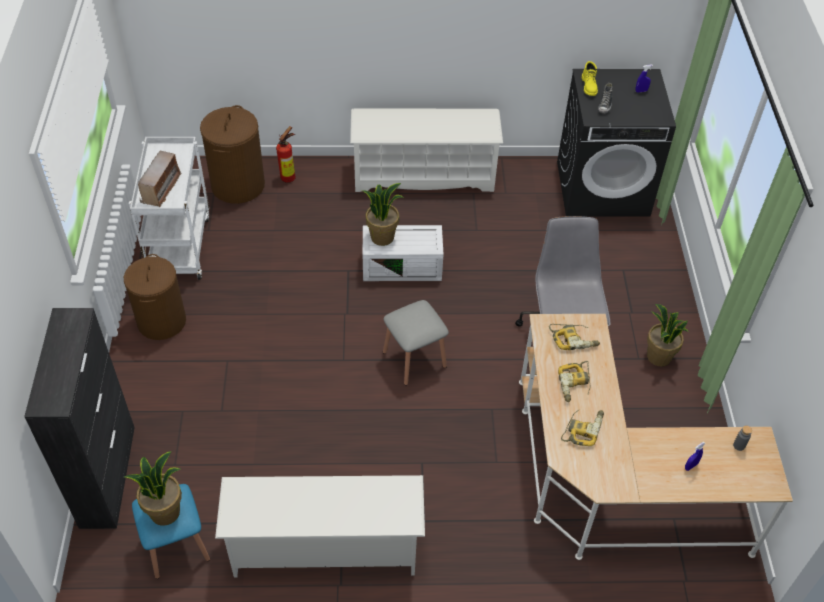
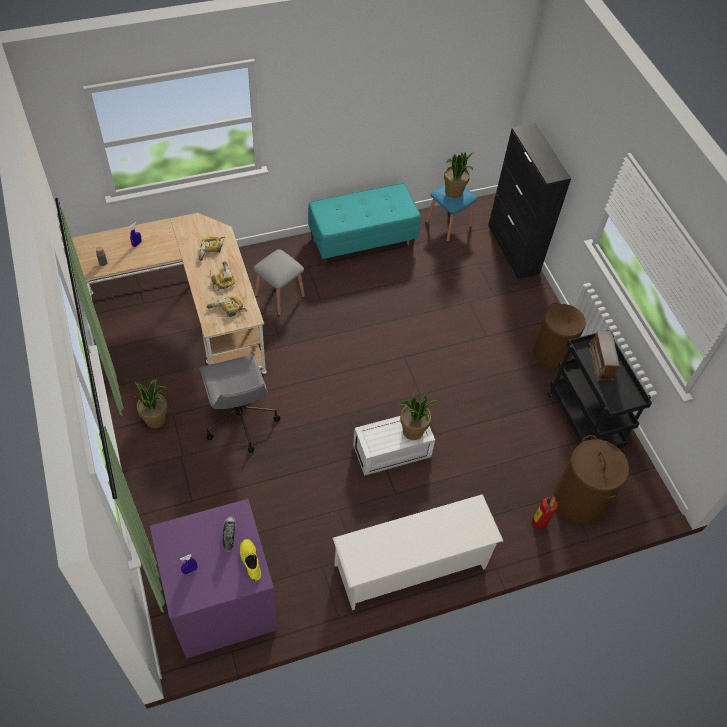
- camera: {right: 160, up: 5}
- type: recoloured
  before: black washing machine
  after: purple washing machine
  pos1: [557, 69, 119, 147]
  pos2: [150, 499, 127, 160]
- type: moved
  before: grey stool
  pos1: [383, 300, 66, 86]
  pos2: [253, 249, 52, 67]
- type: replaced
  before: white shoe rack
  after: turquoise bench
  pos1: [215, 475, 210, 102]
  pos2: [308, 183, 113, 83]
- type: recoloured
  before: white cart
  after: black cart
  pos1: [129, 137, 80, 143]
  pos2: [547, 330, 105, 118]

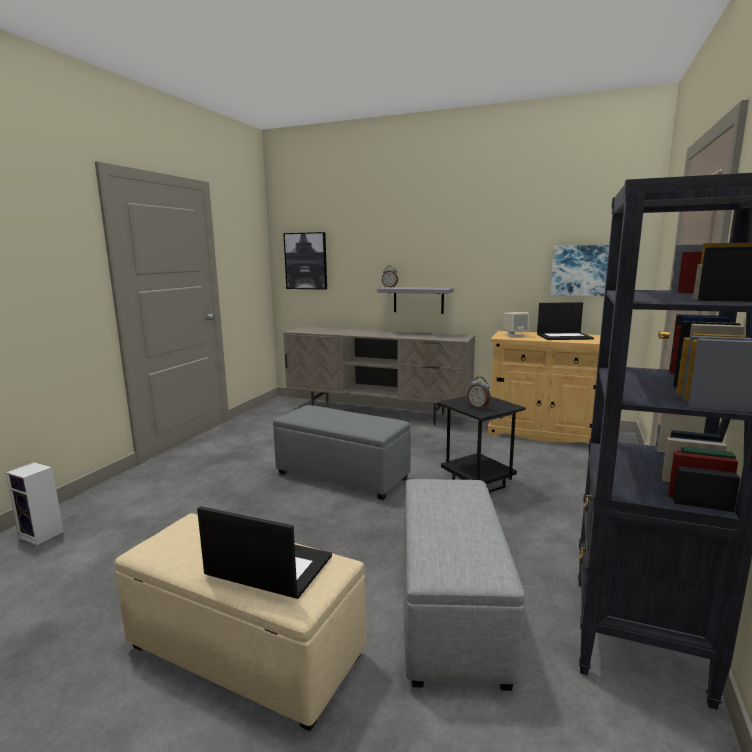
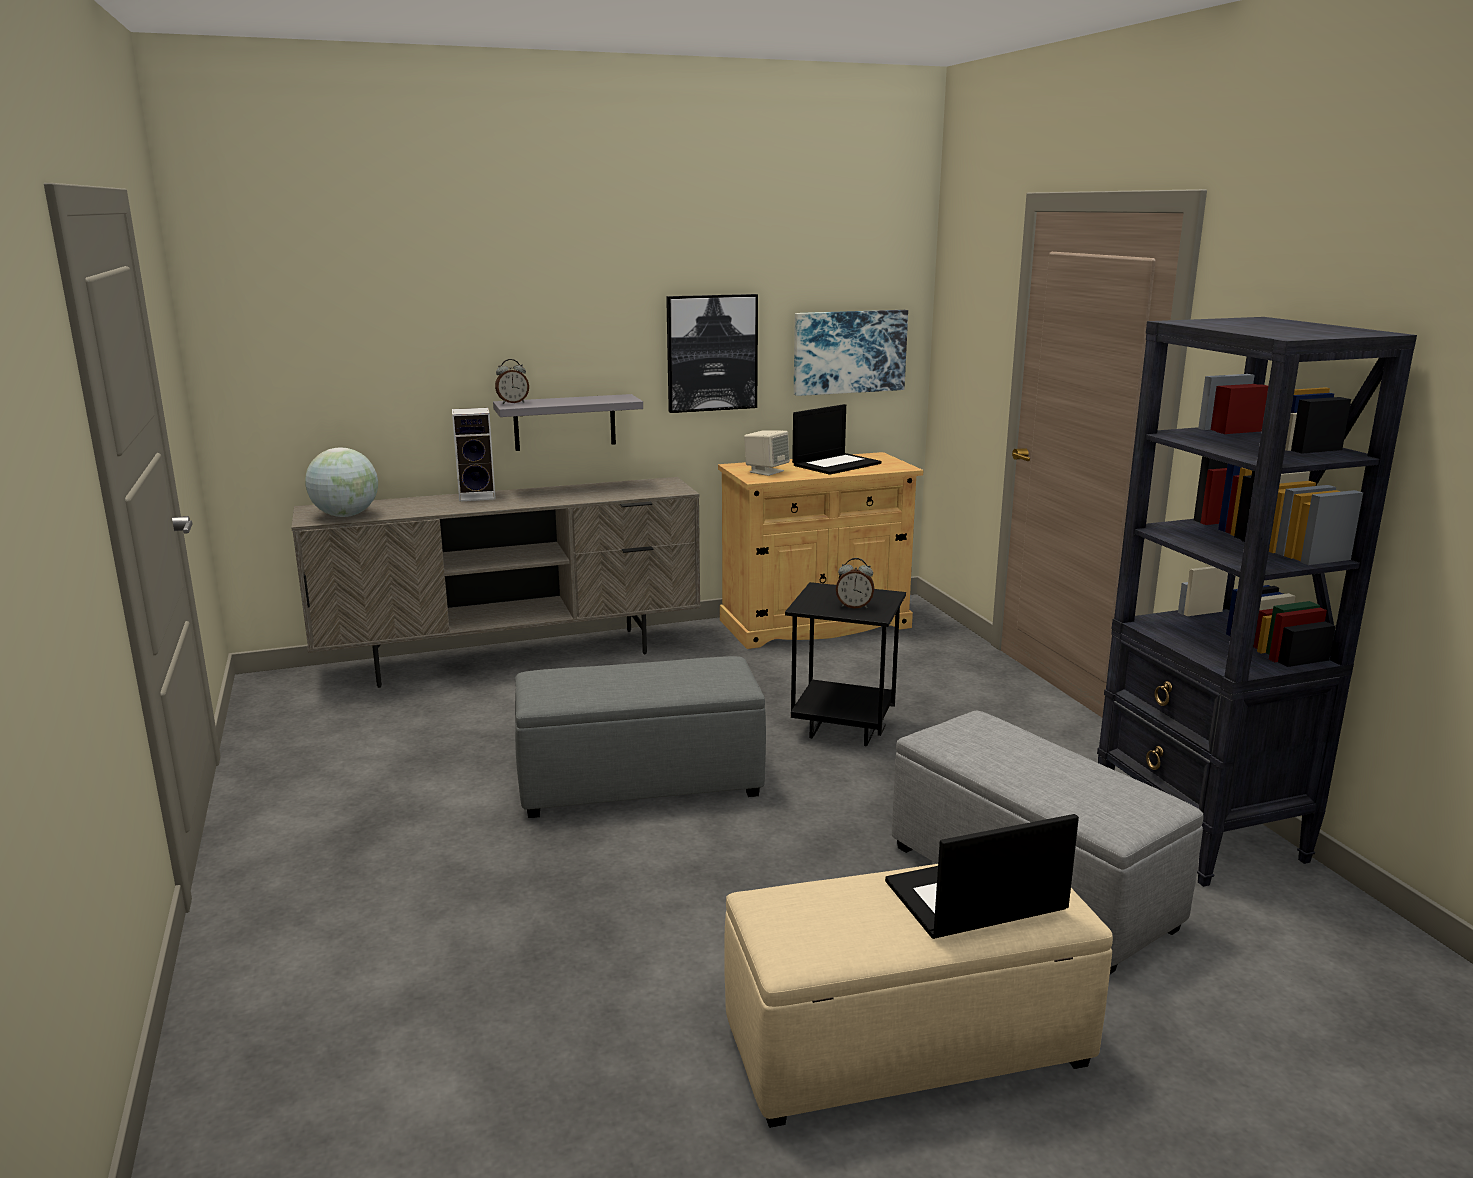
- camera: {right: -40, up: 5}
- type: added
  after: globe
  pos2: [305, 448, 73, 69]
- type: moved
  before: speaker
  pos1: [5, 462, 59, 83]
  pos2: [452, 408, 44, 94]
- type: moved
  before: picture
  pos1: [283, 232, 44, 58]
  pos2: [666, 294, 92, 119]

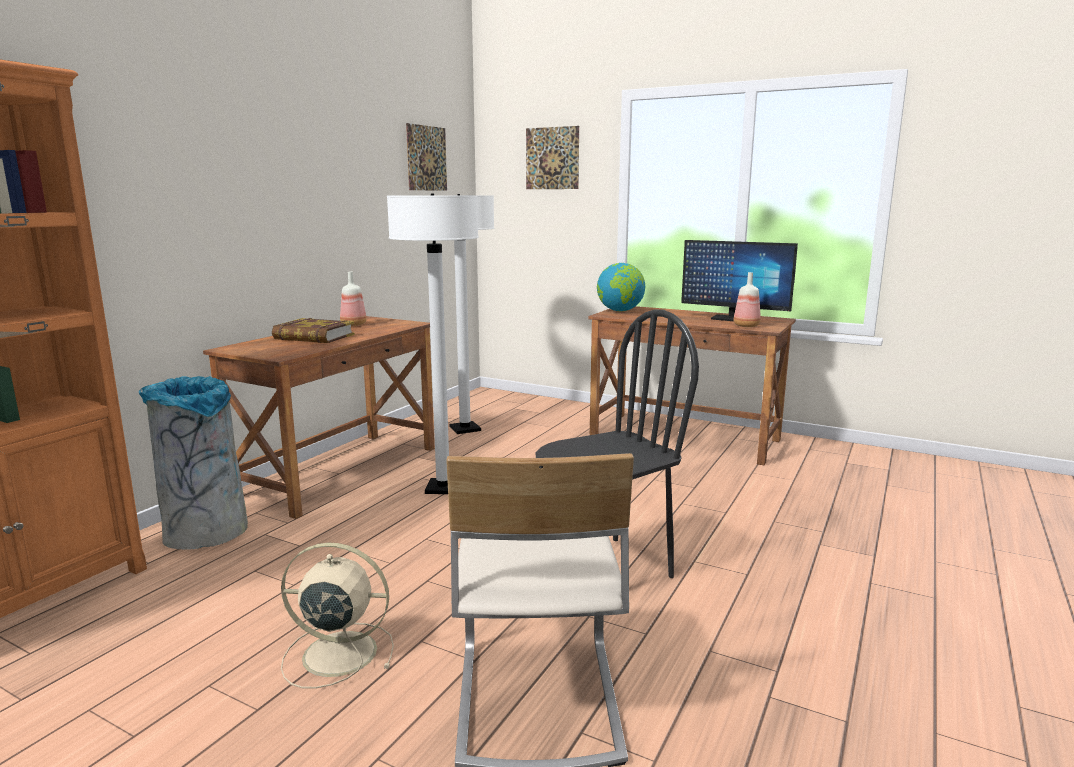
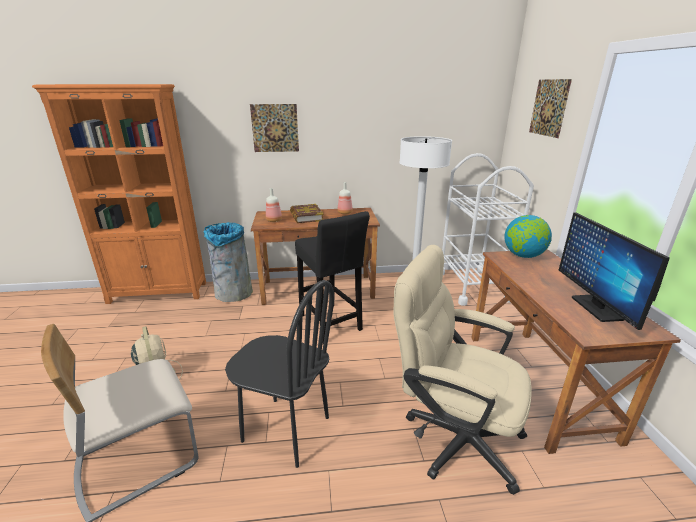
- camera: {right: 55, up: 10}
- type: moved
  before: picture
  pos1: [406, 123, 41, 68]
  pos2: [250, 104, 49, 48]
- type: moved
  before: bottle
  pos1: [734, 272, 27, 55]
  pos2: [266, 188, 16, 34]
- type: replaced
  before: white floor lamp
  after: black stool
  pos1: [387, 194, 92, 300]
  pos2: [295, 211, 75, 132]
- type: added
  after: beige office chair
  pos2: [394, 245, 138, 250]
- type: added
  after: white cart
  pos2: [442, 153, 92, 153]

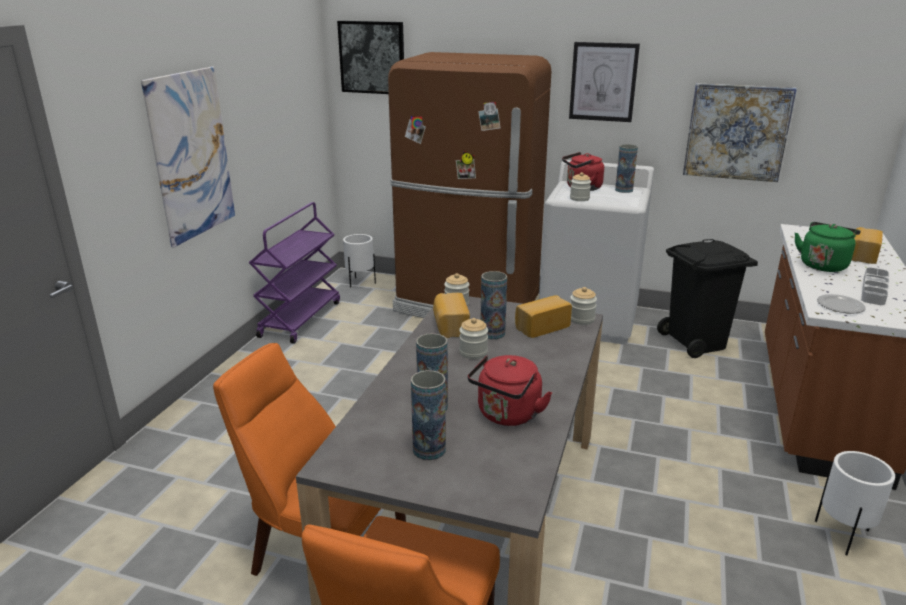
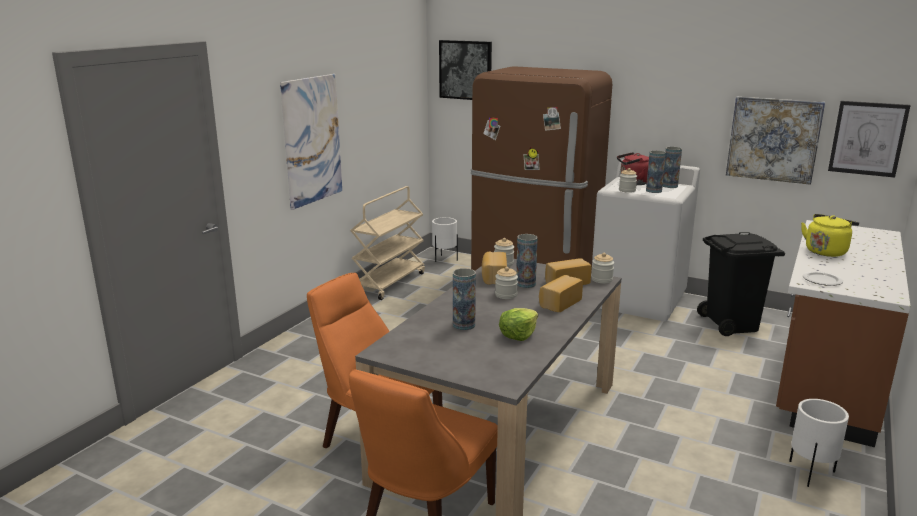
- camera: {right: 10, up: -5}
- type: recoloured
  before: purple cart
  after: beige cart
  pos1: [249, 202, 91, 142]
  pos2: [350, 186, 75, 114]
- type: replaced
  before: red kettle
  after: lettuce
  pos1: [467, 355, 85, 71]
  pos2: [499, 308, 39, 33]
- type: moved
  before: bread
  pos1: [852, 227, 31, 37]
  pos2: [539, 275, 44, 37]
- type: moved
  before: vase
  pos1: [411, 370, 35, 90]
  pos2: [646, 150, 20, 43]
- type: recoloured
  before: green kettle
  after: yellow kettle
  pos1: [795, 222, 66, 50]
  pos2: [801, 214, 58, 43]
- type: moved
  before: picture
  pos1: [569, 42, 71, 80]
  pos2: [828, 101, 83, 77]
- type: removed
  before: grey tray
  pos1: [861, 268, 28, 37]

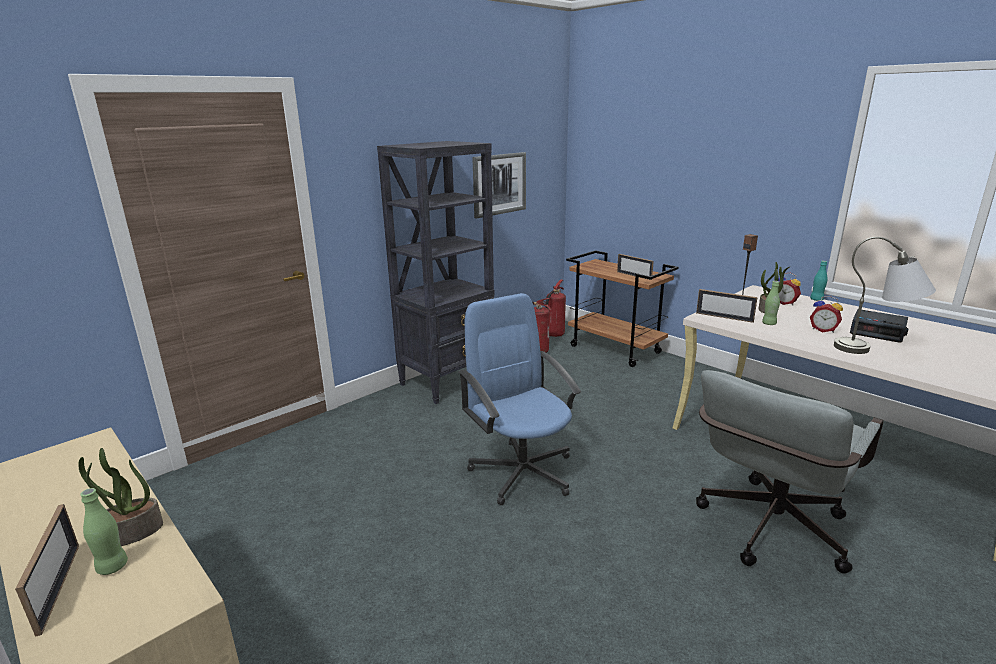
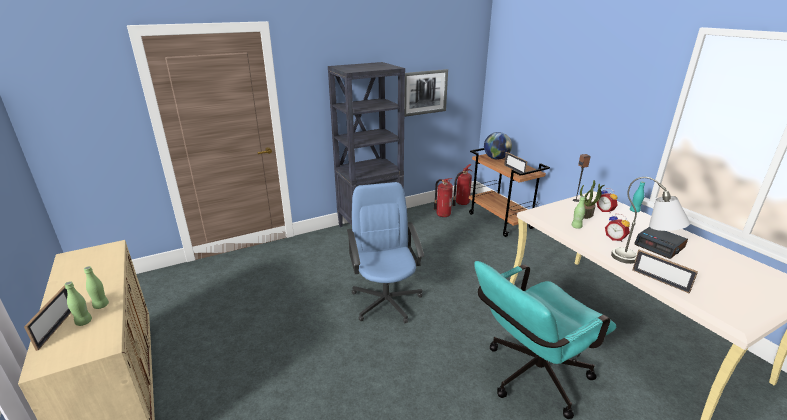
- camera: {right: 15, up: 5}
- type: replaced
  before: potted plant
  after: green bottle
  pos1: [78, 448, 85, 98]
  pos2: [84, 266, 25, 43]
- type: recoloured
  before: grey office chair
  after: turquoise office chair
  pos1: [696, 370, 188, 204]
  pos2: [474, 261, 142, 158]
- type: added
  after: globe
  pos2: [484, 132, 28, 28]
- type: moved
  before: picture frame
  pos1: [696, 289, 62, 34]
  pos2: [632, 250, 66, 43]

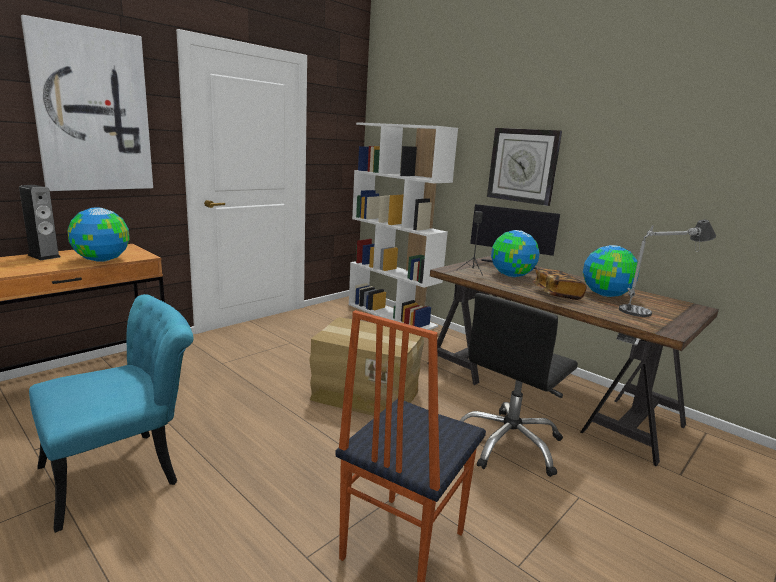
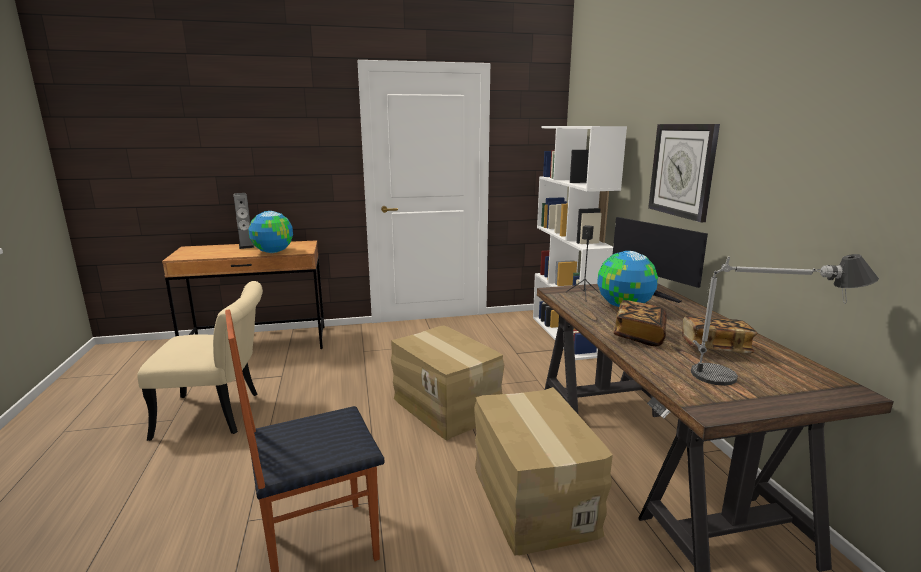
- camera: {right: 35, up: 0}
- type: recoloured
  before: turquoise chair
  after: beige chair
  pos1: [29, 294, 165, 239]
  pos2: [137, 281, 126, 160]
- type: replaced
  before: black office chair
  after: cardboard box
  pos1: [460, 293, 118, 184]
  pos2: [474, 387, 139, 169]
- type: replaced
  before: globe
  after: book
  pos1: [583, 245, 57, 52]
  pos2: [682, 316, 76, 38]
- type: removed
  before: picture
  pos1: [21, 15, 132, 176]

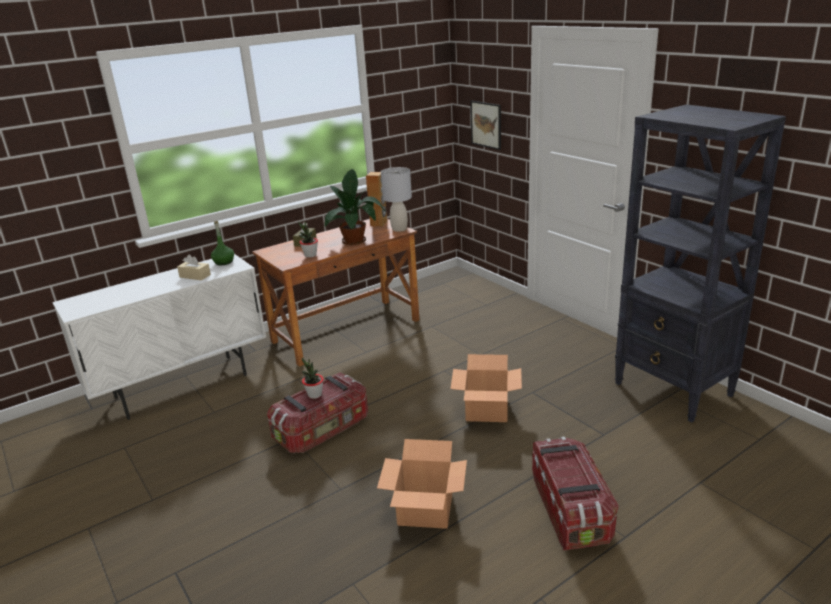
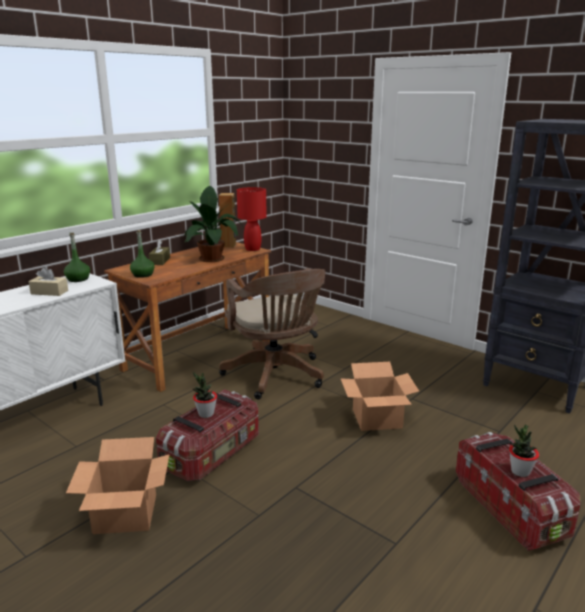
- camera: {right: -15, up: -5}
- type: moved
  before: cardboard box
  pos1: [377, 439, 90, 90]
  pos2: [66, 437, 103, 97]
- type: added
  after: green bottle
  pos2: [130, 230, 25, 48]
- type: added
  after: brown office chair
  pos2: [219, 268, 106, 131]
- type: recoloured
  before: grey table lamp
  after: red table lamp
  pos1: [381, 167, 31, 65]
  pos2: [237, 187, 30, 64]
- type: moved
  before: potted plant
  pos1: [298, 222, 20, 36]
  pos2: [509, 425, 30, 52]
- type: removed
  before: picture
  pos1: [470, 101, 31, 49]

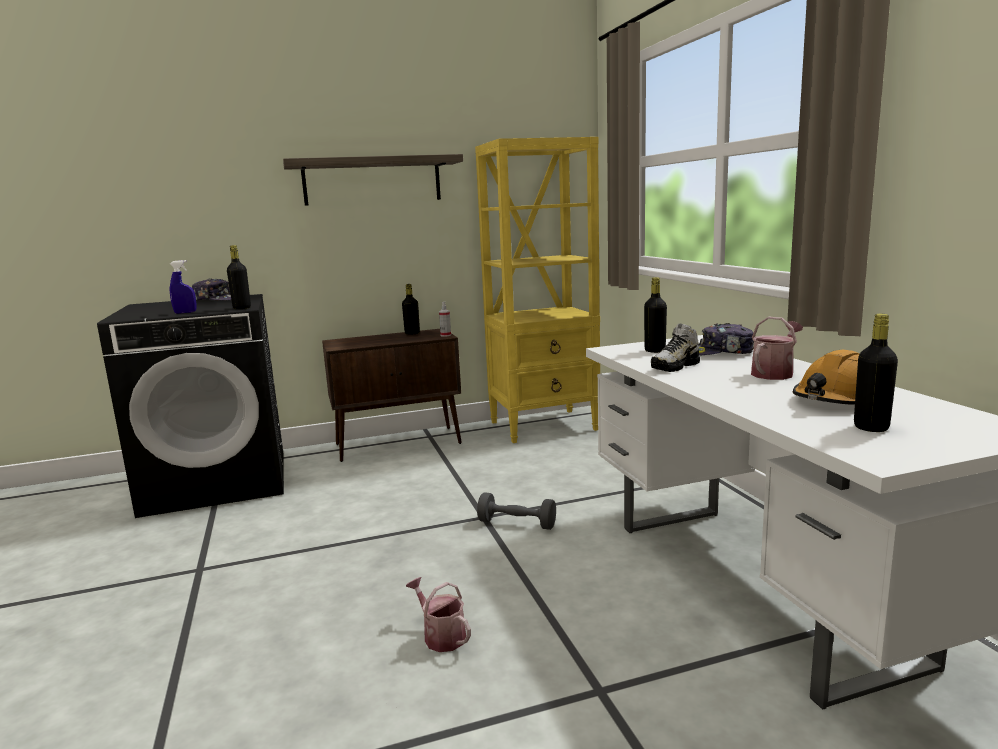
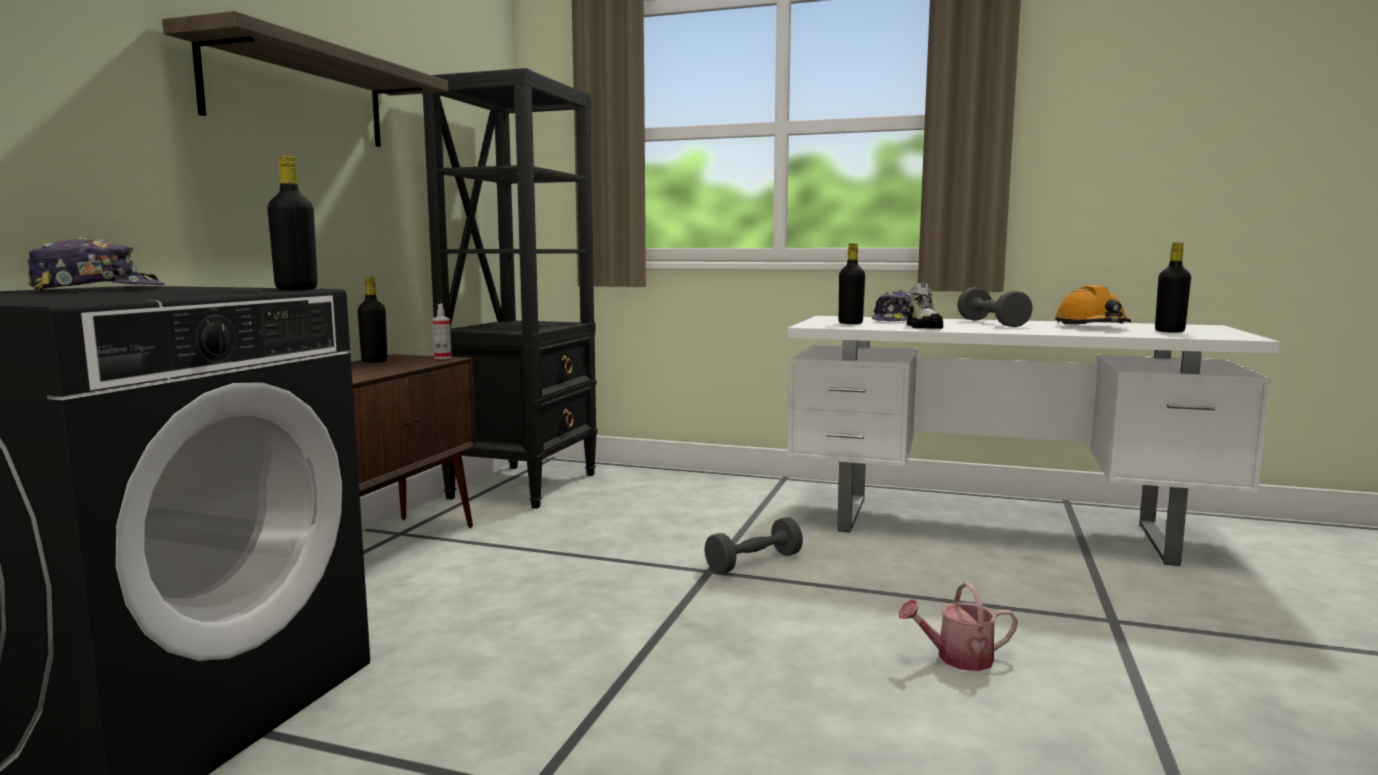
- camera: {right: -55, up: -5}
- type: recoloured
  before: yellow bookcase
  after: black bookcase
  pos1: [475, 137, 125, 306]
  pos2: [423, 68, 174, 441]
- type: replaced
  before: watering can
  after: grey dumbbell
  pos1: [751, 317, 52, 63]
  pos2: [957, 287, 76, 40]
- type: removed
  before: blue spray bottle
  pos1: [170, 260, 26, 54]

